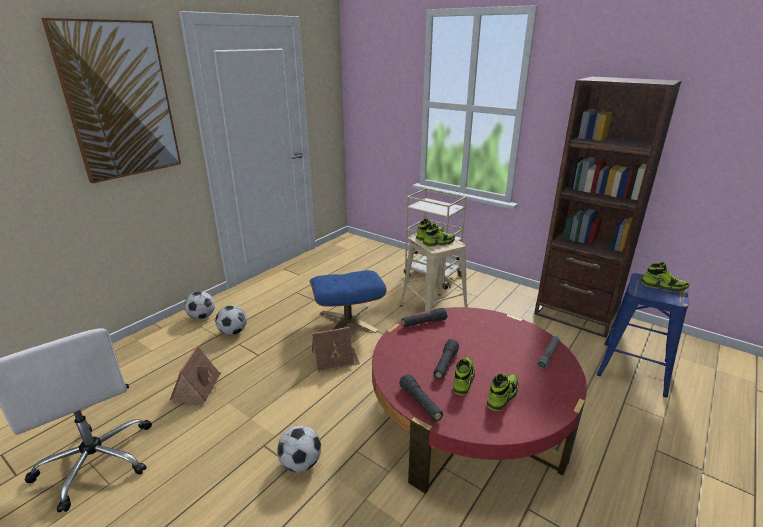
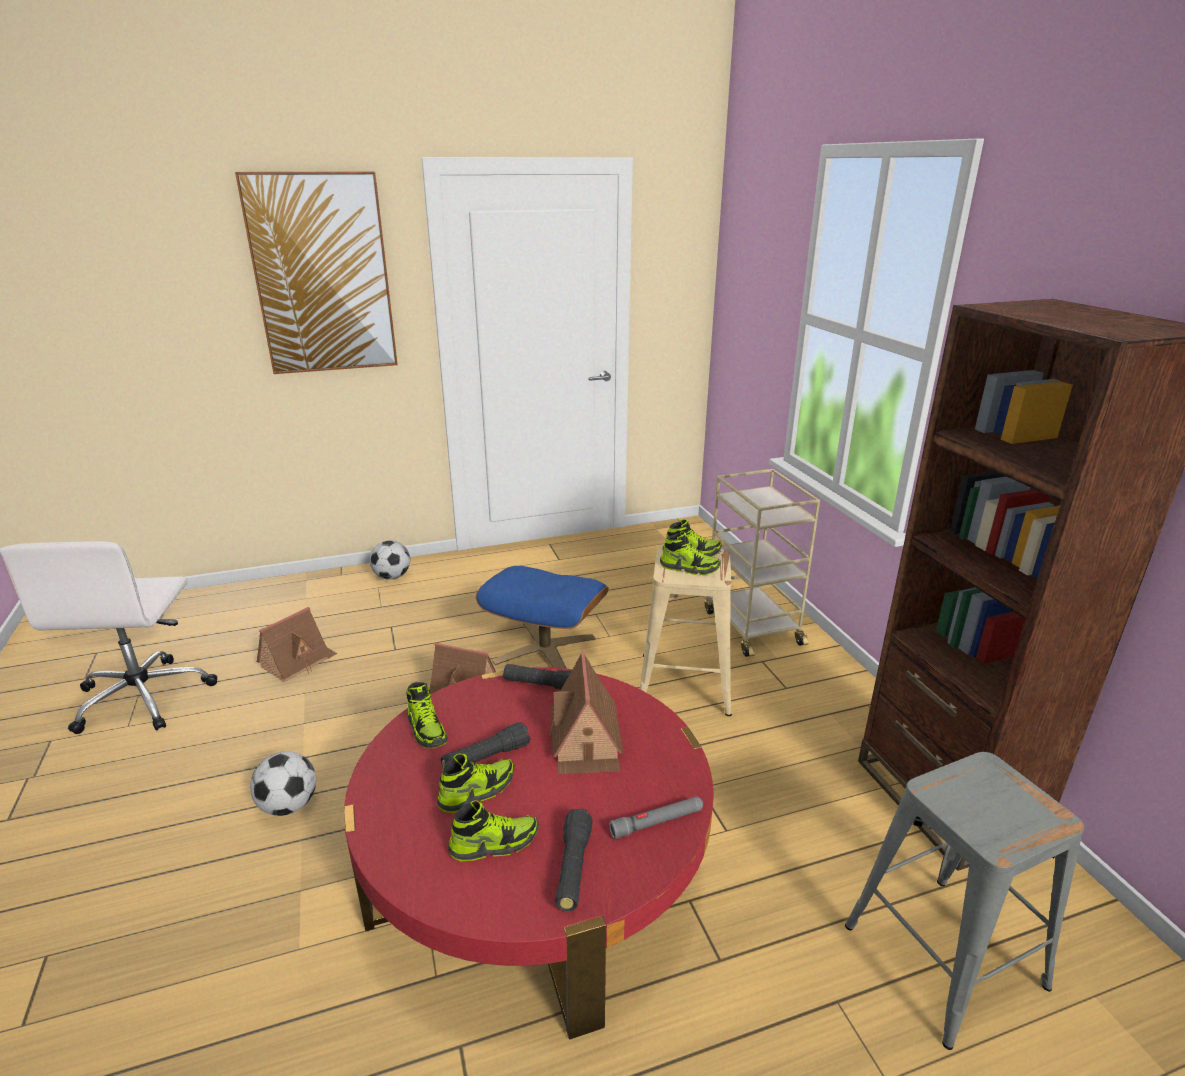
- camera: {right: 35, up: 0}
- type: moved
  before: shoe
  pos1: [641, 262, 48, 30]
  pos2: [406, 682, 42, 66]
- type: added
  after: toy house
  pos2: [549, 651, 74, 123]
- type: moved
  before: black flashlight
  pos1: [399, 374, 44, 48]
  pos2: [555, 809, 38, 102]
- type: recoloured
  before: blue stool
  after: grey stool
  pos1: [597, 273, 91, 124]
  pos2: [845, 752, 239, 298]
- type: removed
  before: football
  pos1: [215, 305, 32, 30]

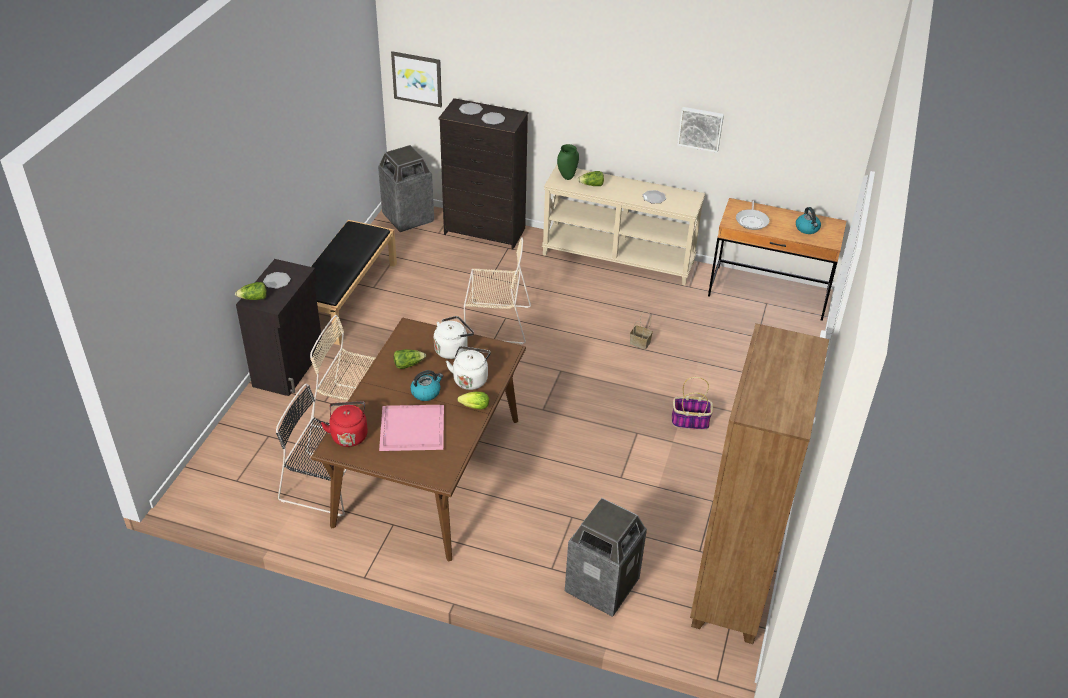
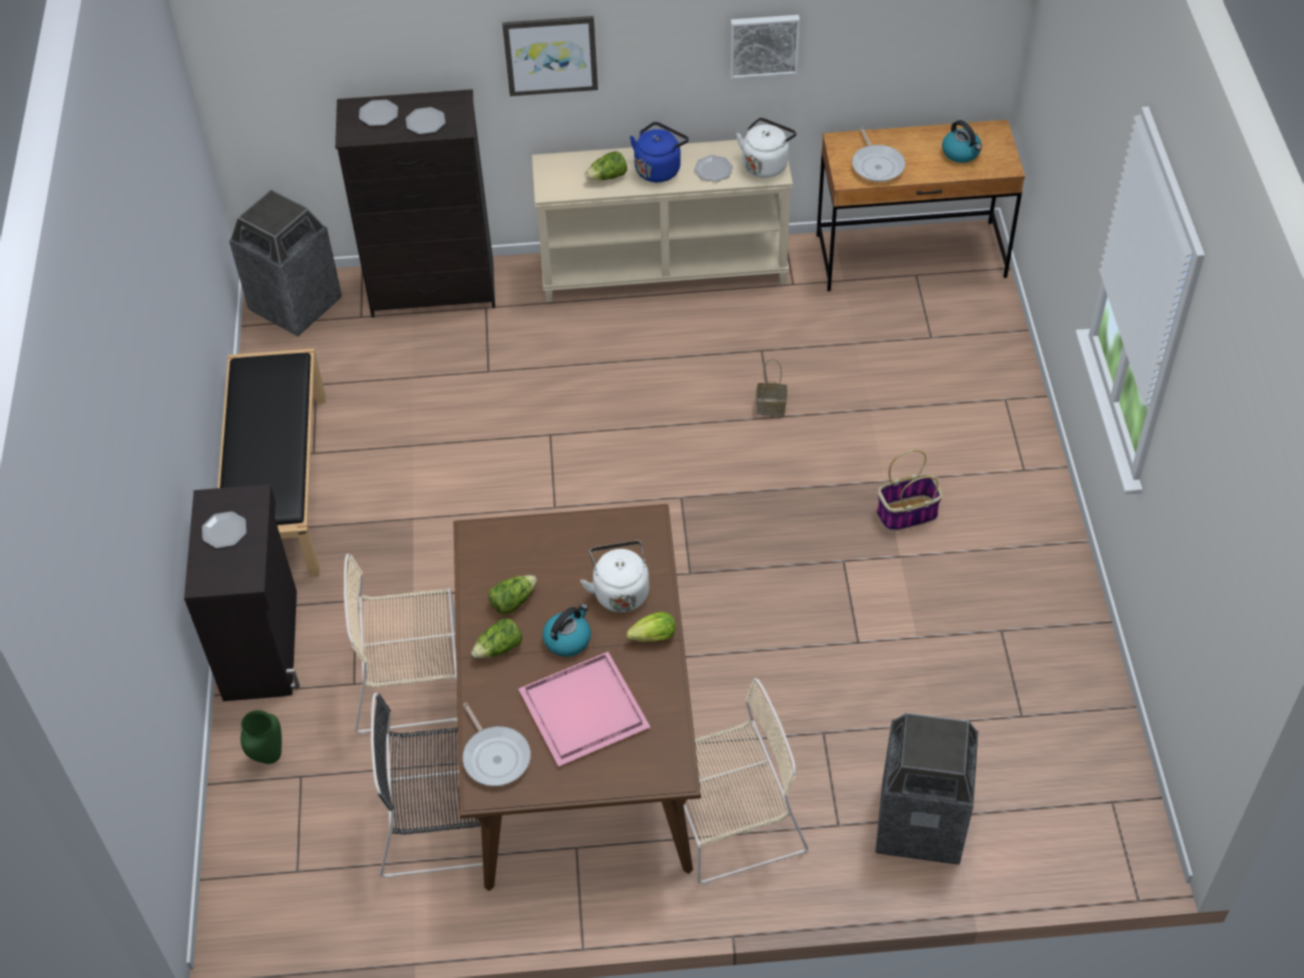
- camera: {right: -20, up: 10}
- type: moved
  before: green vase
  pos1: [557, 144, 22, 36]
  pos2: [241, 710, 41, 54]
- type: replaced
  before: red kettle
  after: frying pan
  pos1: [321, 401, 47, 46]
  pos2: [462, 703, 69, 83]
- type: moved
  before: lettuce
  pos1: [235, 282, 32, 18]
  pos2: [471, 618, 52, 40]
- type: moved
  before: picture
  pos1: [391, 51, 51, 56]
  pos2: [502, 16, 96, 80]
- type: added
  after: blue kettle
  pos2: [630, 122, 59, 60]
- type: moved
  before: beige chair
  pos1: [464, 237, 67, 107]
  pos2: [684, 678, 124, 206]
- type: moved
  before: white kettle
  pos1: [434, 316, 40, 43]
  pos2: [736, 117, 61, 61]
- type: removed
  before: brown bookcase
  pos1: [690, 323, 139, 321]

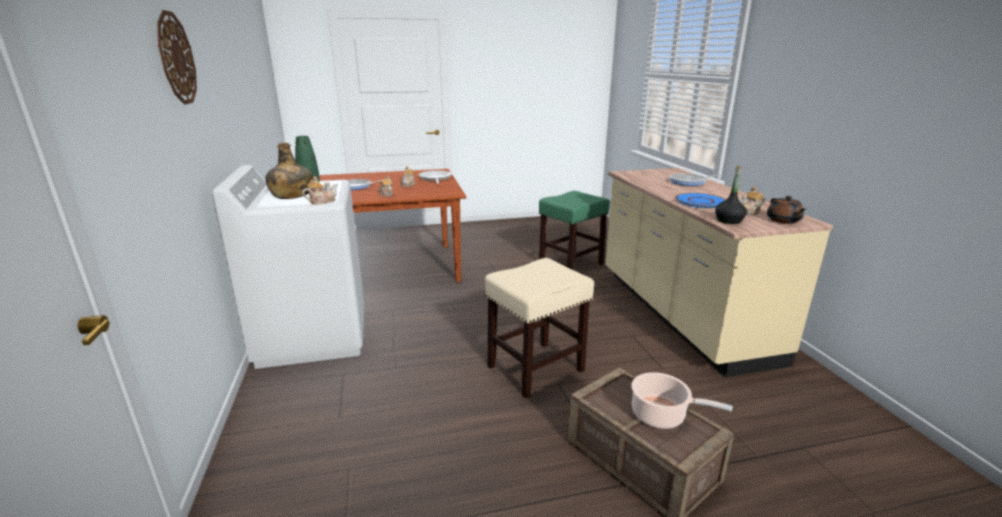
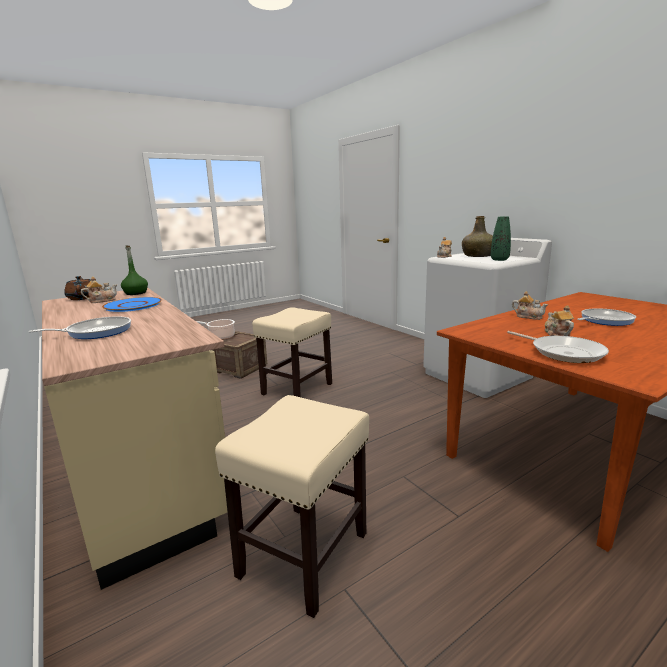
- camera: {right: 160, up: -5}
- type: recoloured
  before: black bottle
  after: green bottle
  pos1: [715, 166, 32, 58]
  pos2: [121, 245, 27, 50]
- type: recoloured
  before: green stool
  after: beige stool
  pos1: [539, 191, 71, 79]
  pos2: [215, 395, 154, 223]
- type: removed
  before: wall clock
  pos1: [157, 10, 40, 95]

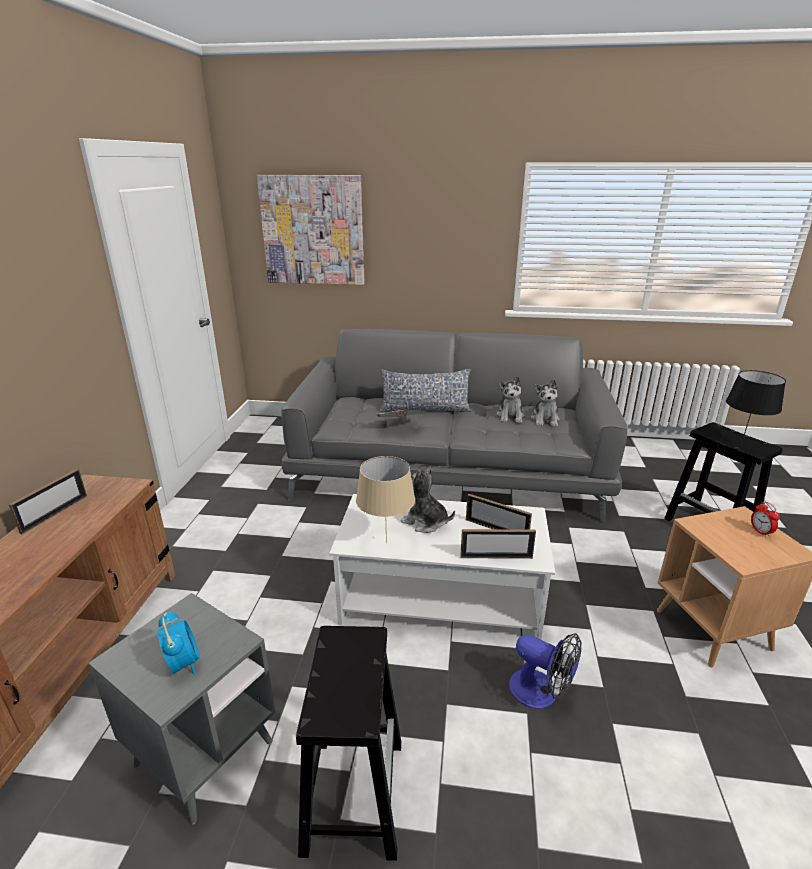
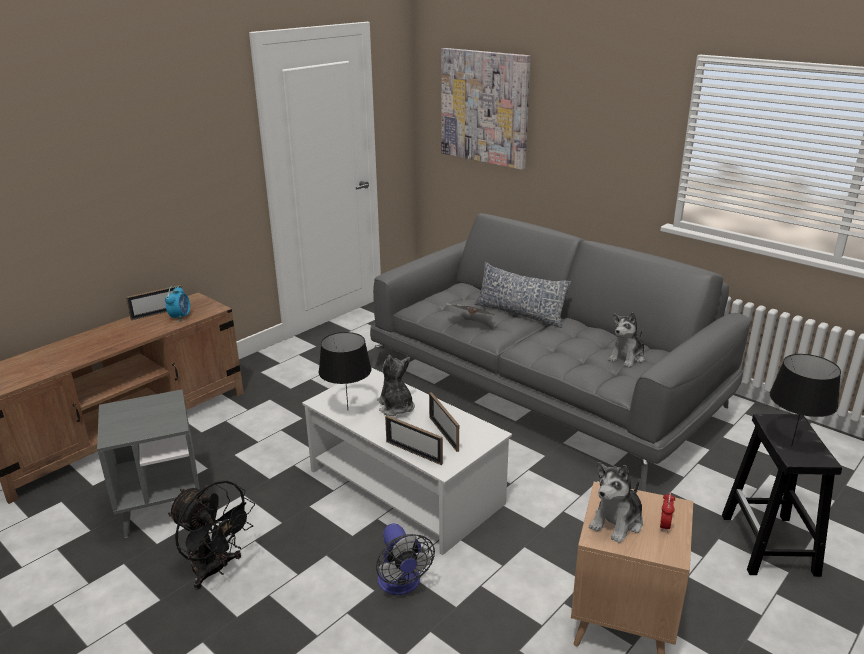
- camera: {right: 35, up: 0}
- type: moved
  before: alarm clock
  pos1: [158, 611, 42, 64]
  pos2: [165, 286, 25, 36]
- type: replaced
  before: black stool
  after: black fan
  pos1: [296, 626, 105, 235]
  pos2: [168, 481, 87, 109]
- type: recoloured
  before: beige table lamp
  after: black table lamp
  pos1: [356, 456, 59, 87]
  pos2: [319, 332, 53, 77]
- type: moved
  before: plush toy
  pos1: [496, 376, 29, 47]
  pos2: [589, 462, 54, 81]

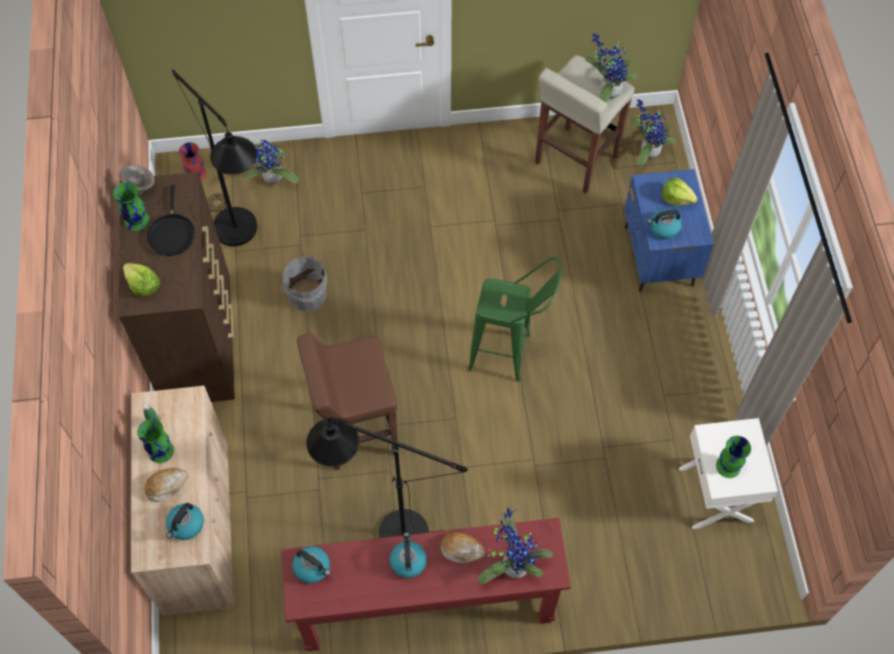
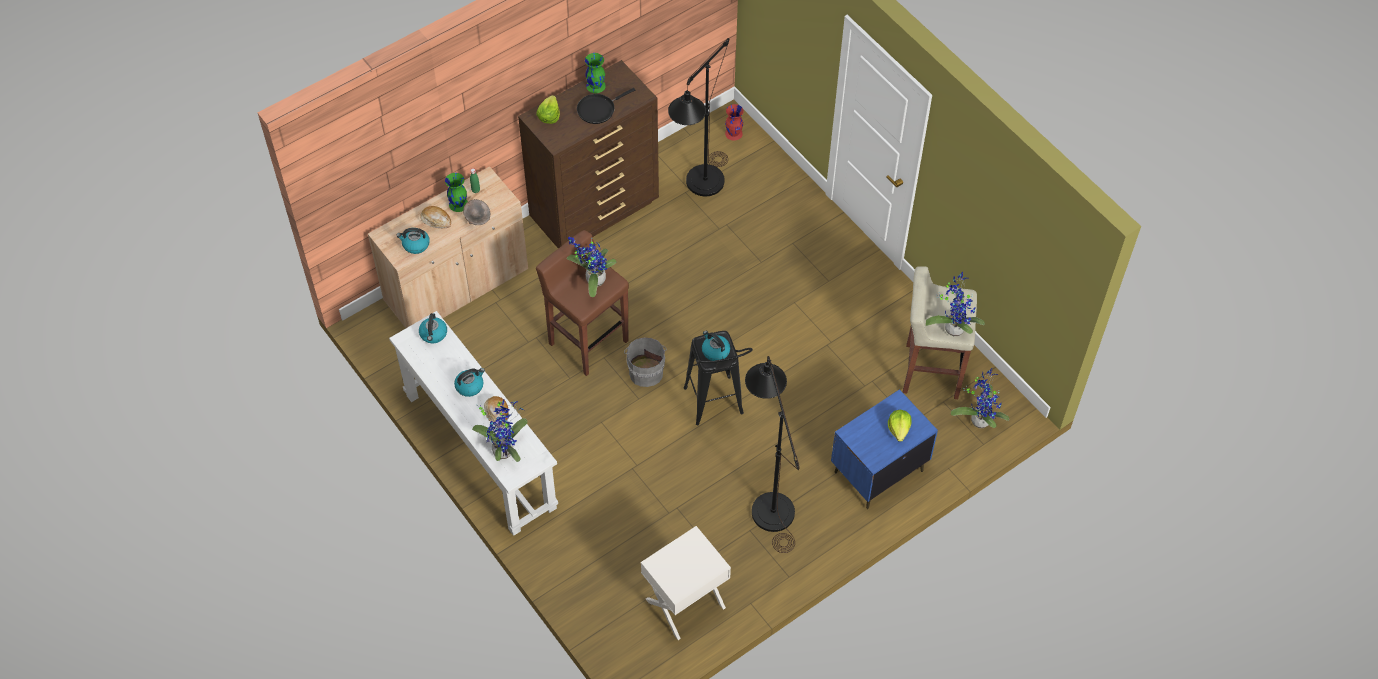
- camera: {right: 60, up: -5}
- type: recoloured
  before: red console table
  after: white console table
  pos1: [281, 518, 290, 133]
  pos2: [389, 311, 169, 225]
- type: moved
  before: grey bowl
  pos1: [119, 165, 36, 31]
  pos2: [463, 199, 27, 26]
- type: moved
  before: potted plant
  pos1: [243, 140, 56, 44]
  pos2: [566, 237, 50, 60]
- type: moved
  before: grey bucket
  pos1: [280, 255, 47, 57]
  pos2: [624, 338, 43, 49]
- type: recoloured
  before: green stool
  after: black stool
  pos1: [468, 257, 94, 125]
  pos2: [684, 331, 69, 94]
- type: moved
  before: kettle
  pos1: [647, 210, 35, 29]
  pos2: [702, 331, 28, 30]
- type: moved
  before: black floor lamp
  pos1: [306, 417, 162, 121]
  pos2: [745, 356, 54, 197]
- type: removed
  before: green vase
  pos1: [716, 436, 35, 42]

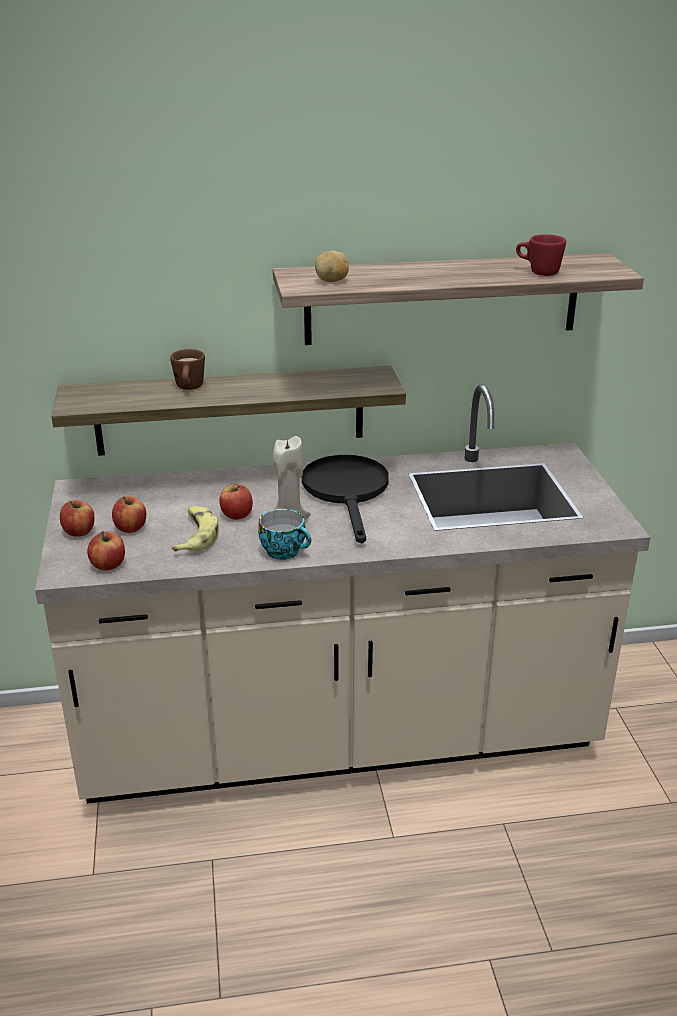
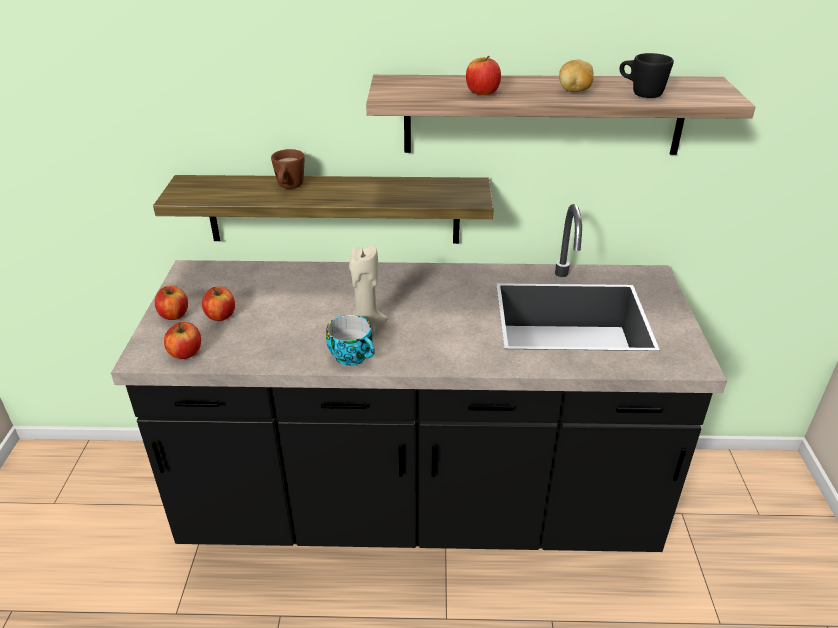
- camera: {right: 10, up: 5}
- type: recoloured
  before: beige counter
  after: black counter
  pos1: [35, 384, 616, 420]
  pos2: [111, 204, 616, 348]
- type: moved
  before: apple
  pos1: [220, 484, 33, 36]
  pos2: [466, 56, 35, 39]
- type: moved
  before: potato
  pos1: [315, 250, 34, 32]
  pos2: [559, 59, 35, 33]
- type: recoloured
  before: red mug
  after: black mug
  pos1: [516, 234, 50, 42]
  pos2: [620, 53, 54, 45]
- type: removed
  before: banana
  pos1: [172, 506, 47, 46]
- type: removed
  before: black frying pan
  pos1: [302, 455, 87, 88]

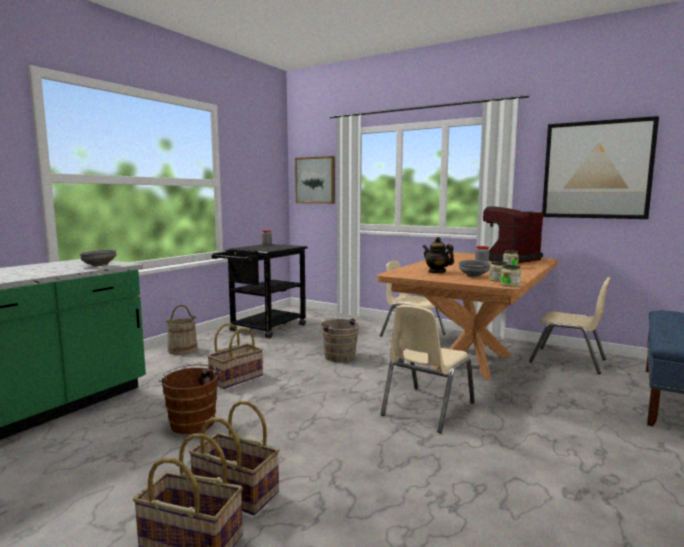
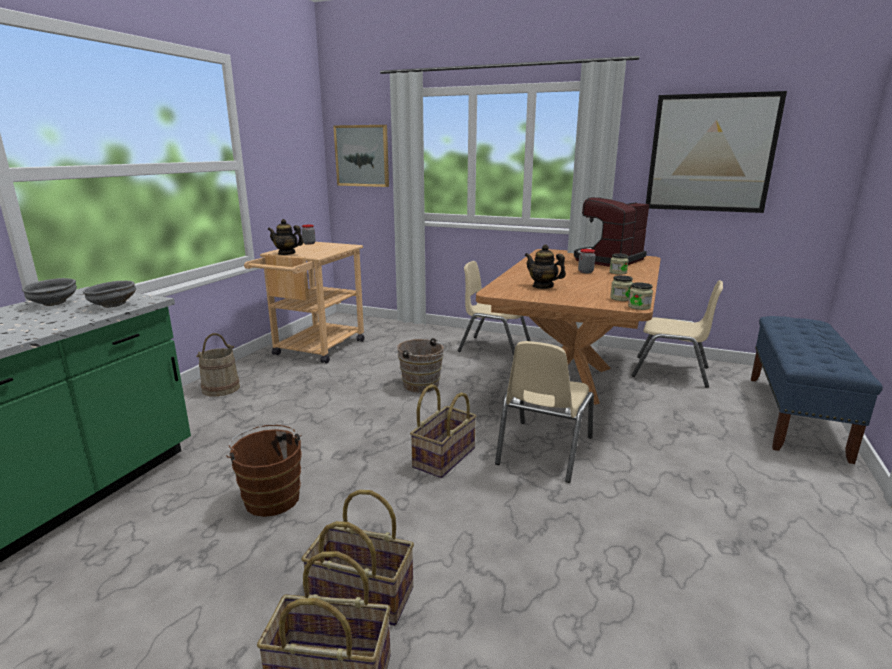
- camera: {right: -10, up: 10}
- type: moved
  before: grey bowl
  pos1: [459, 260, 32, 17]
  pos2: [22, 278, 55, 28]
- type: recoloured
  before: black cart
  after: beige cart
  pos1: [212, 244, 96, 95]
  pos2: [244, 242, 120, 122]
- type: added
  after: teapot
  pos2: [267, 219, 36, 36]
- type: moved
  before: basket
  pos1: [207, 323, 56, 66]
  pos2: [410, 384, 67, 94]

